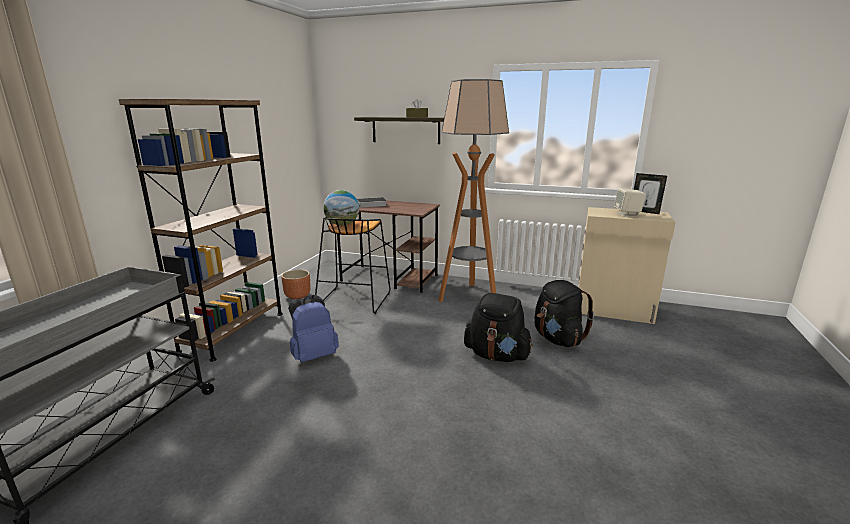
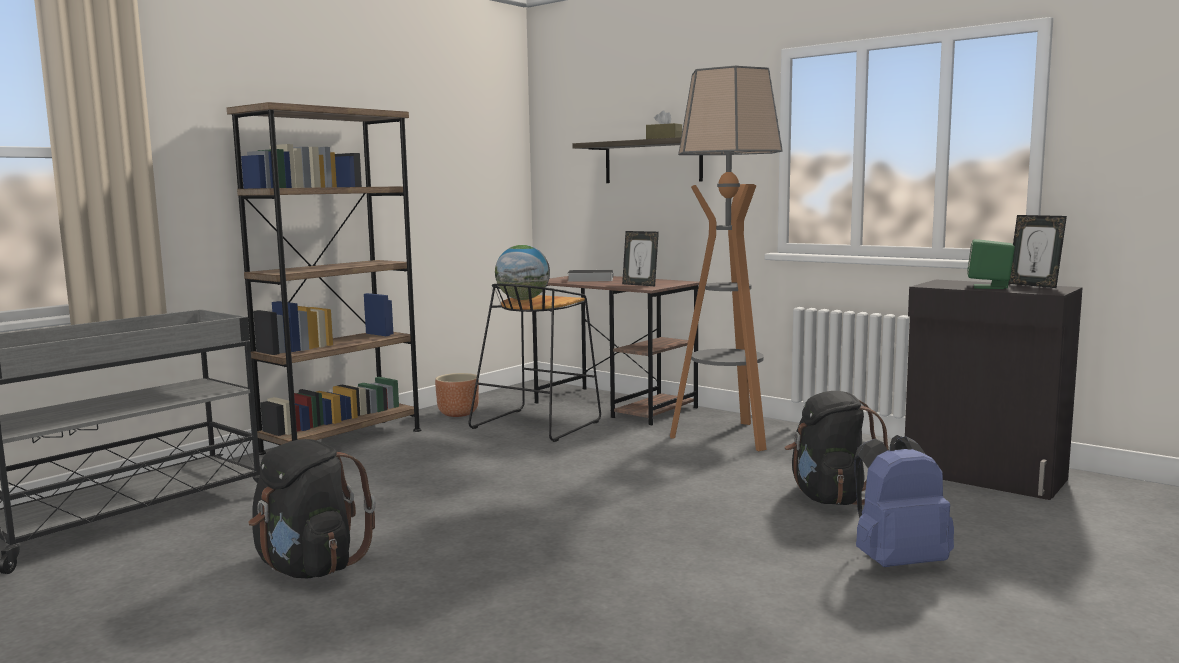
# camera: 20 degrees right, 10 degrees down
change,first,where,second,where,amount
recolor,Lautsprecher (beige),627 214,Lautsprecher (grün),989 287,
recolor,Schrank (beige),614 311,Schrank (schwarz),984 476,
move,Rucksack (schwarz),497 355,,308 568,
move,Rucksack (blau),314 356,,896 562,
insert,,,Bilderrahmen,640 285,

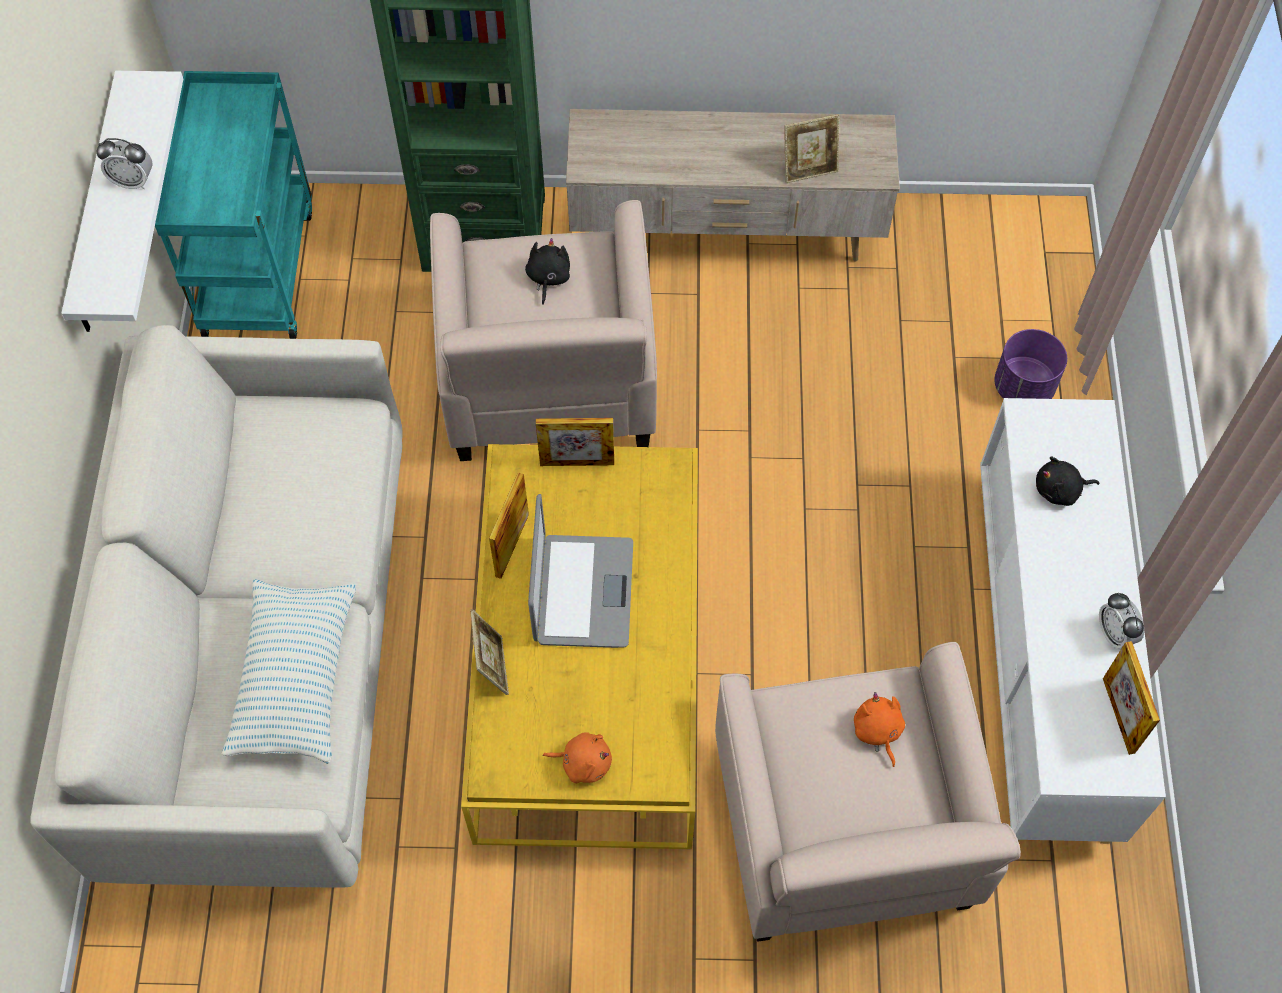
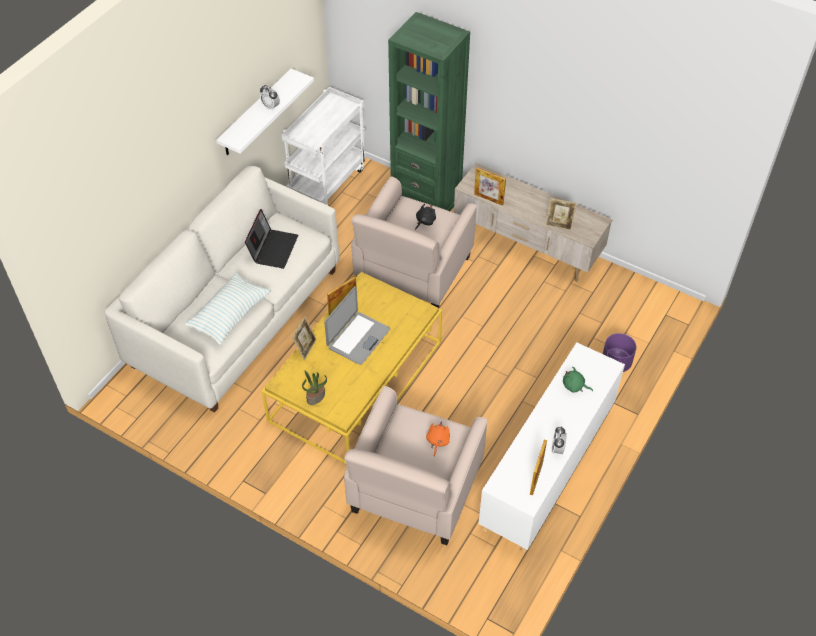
# camera: 30 degrees right, 10 degrees down
change,first,where,second,where,amount
recolor,Rollwagen (türkis),257 269,Rollwagen (weiß),327 182,
move,Bilderrahmen,577 463,,488 199,
recolor,Plüschtier (schwarz),1060 490,Plüschtier (grün),574 386,
replace,Plüschtier (orange),583 762,Topfpflanze,315 397,
insert,,,Laptop,273 248,

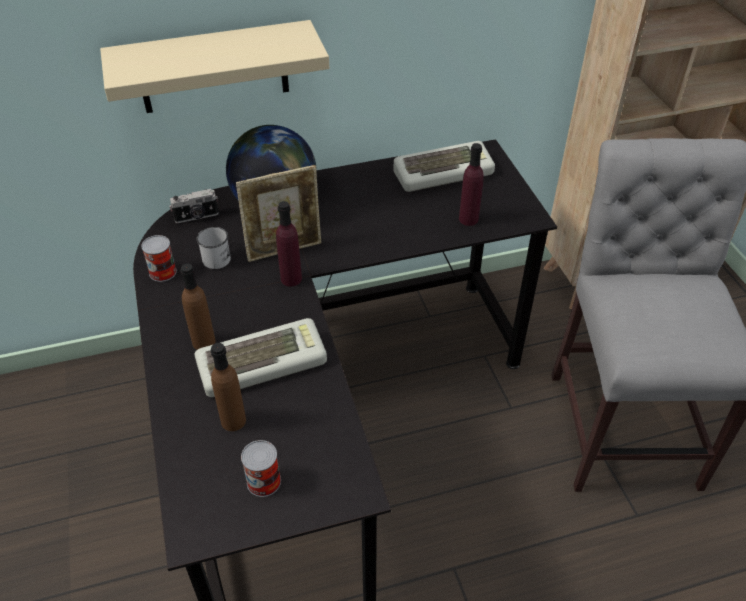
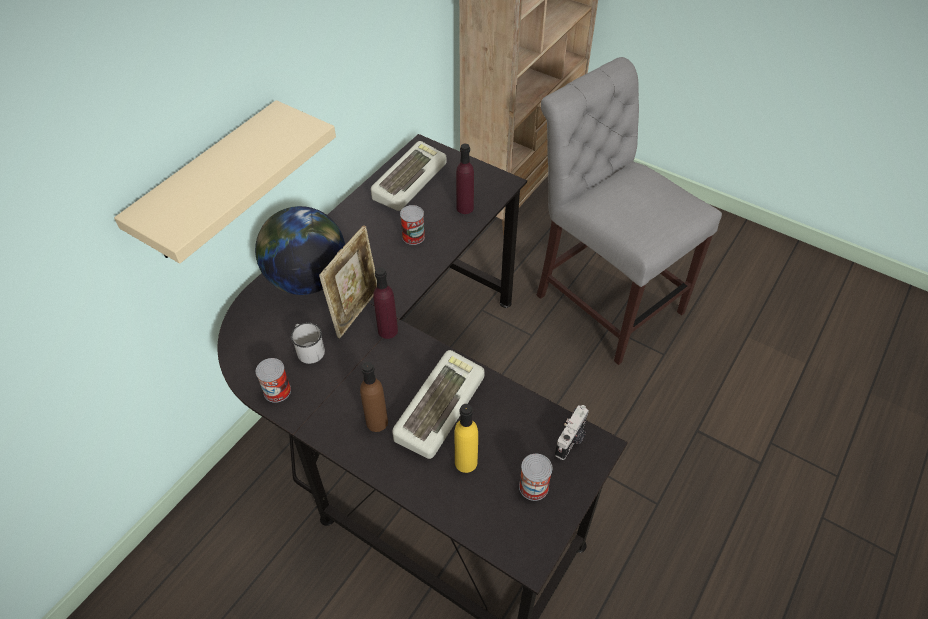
# camera: 40 degrees left, 5 degrees up
change,first,where,second,where,amount
move,Kamera,197 217,,571 440,
recolor,Flasche (braun),233 420,Flasche (gelb),466 462,
insert,,,Dose,413 236,

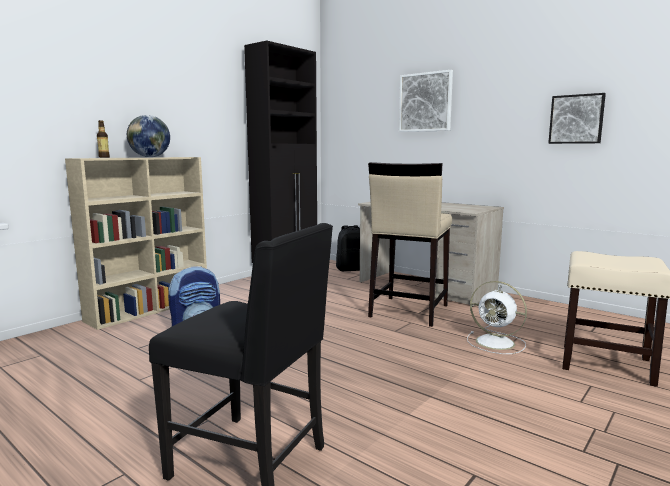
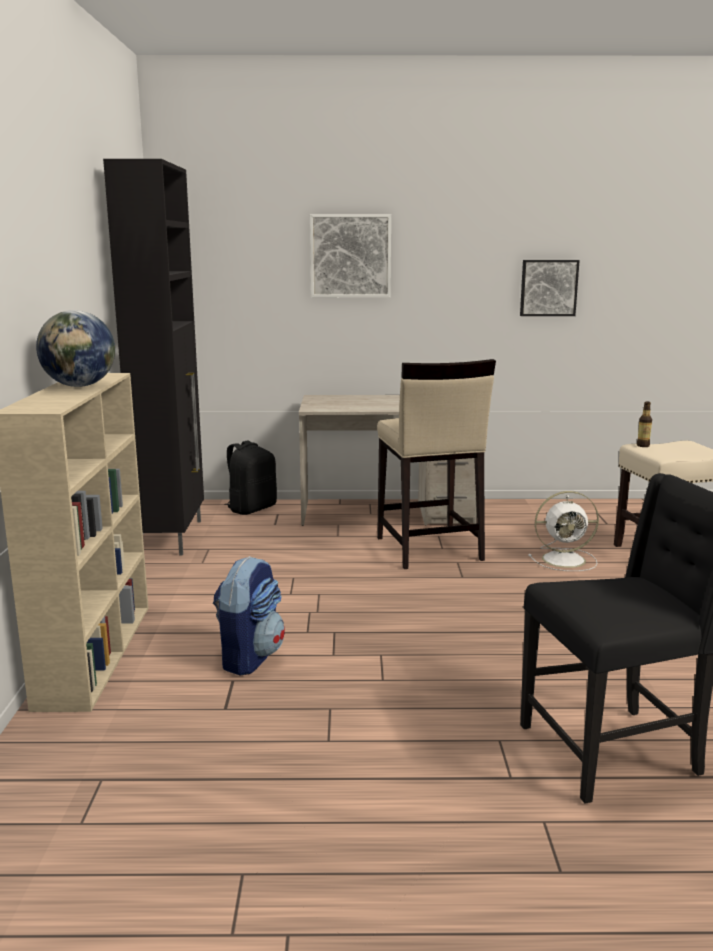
# camera: 40 degrees left, 5 degrees up
change,first,where,second,where,amount
move,Flasche,104 157,,643 446,

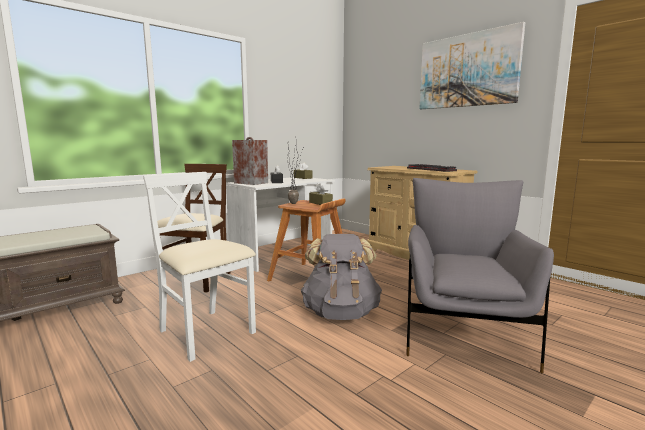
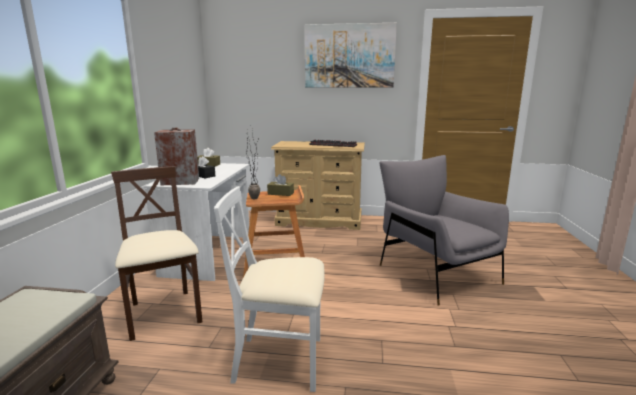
# camera: 40 degrees left, 5 degrees up
change,first,where,second,where,amount
delete,Rucksack (grau),341 313,,,

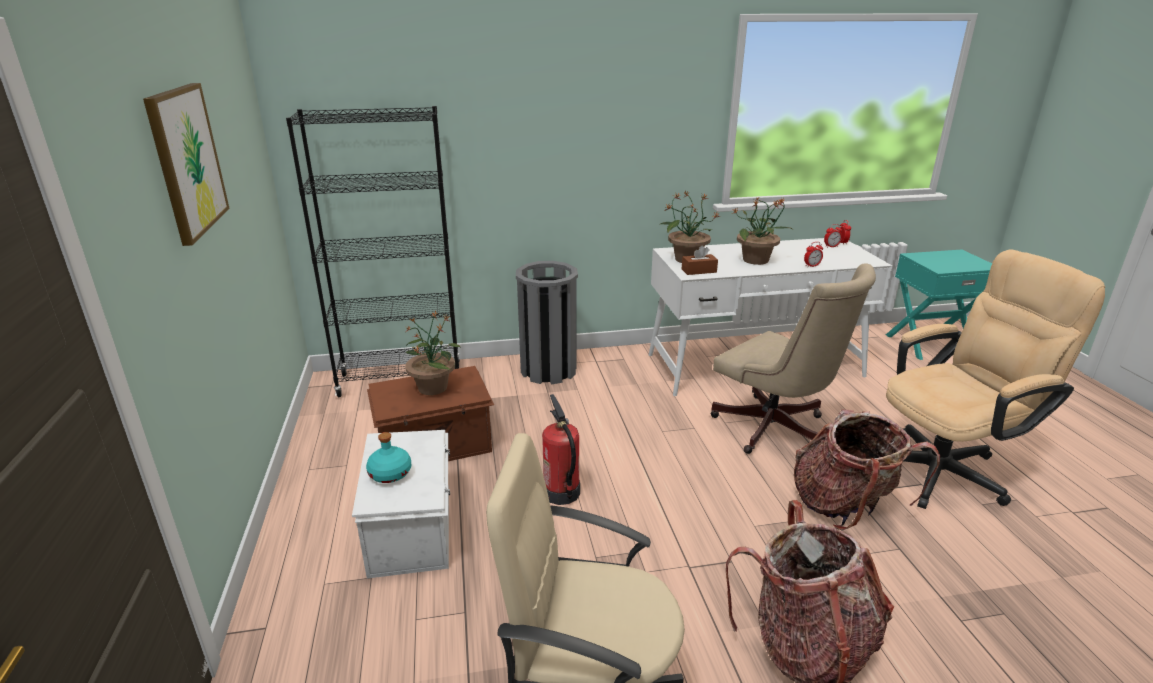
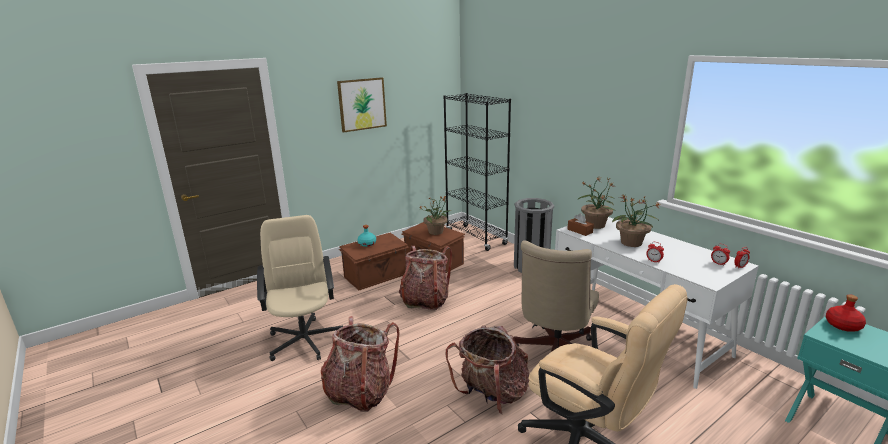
# camera: 65 degrees right, 5 degrees down
change,first,where,second,where,amount
replace,Feuerlöscher,561 493,Rucksack,425 300,
recolor,Aufbewahrungsbox (weiß),413 527,Aufbewahrungsbox (braun),377 276,
insert,,,Flasche (rot),843 325,

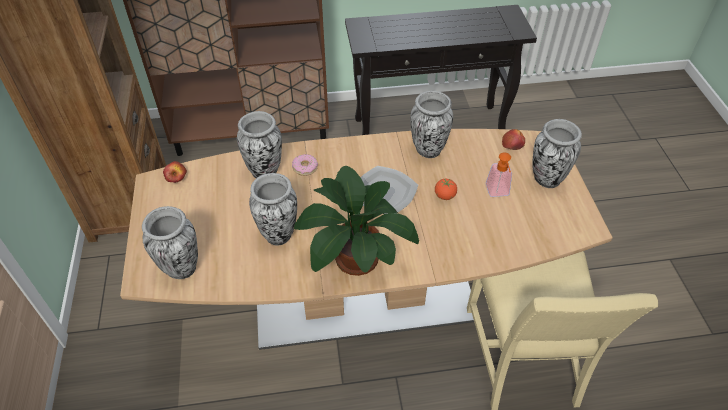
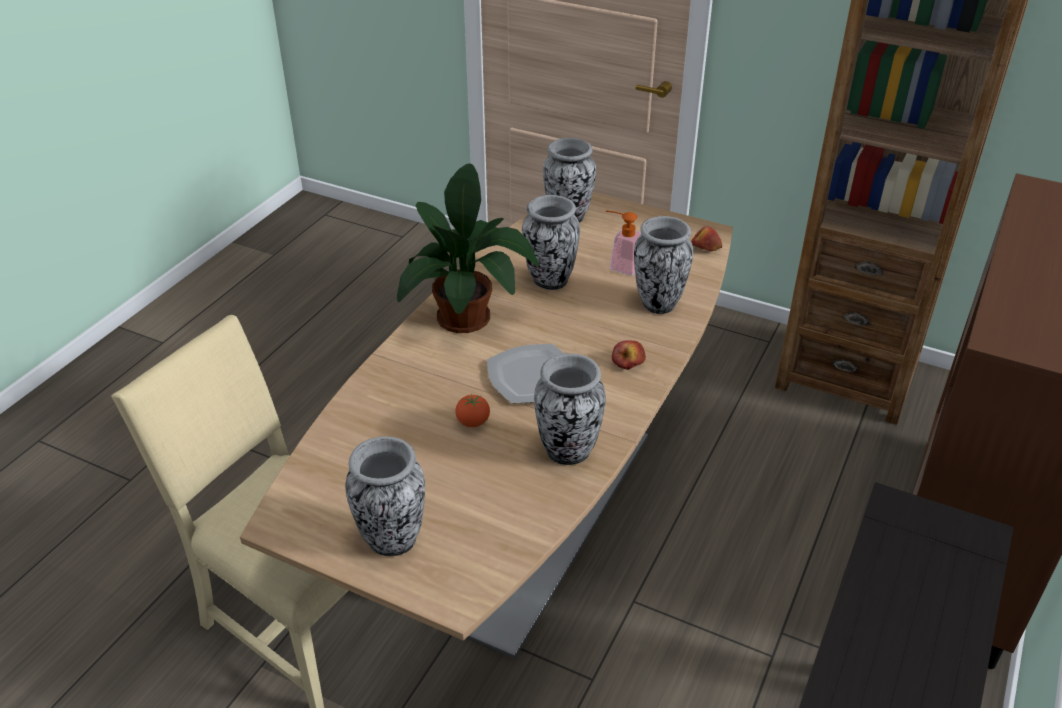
# camera: 125 degrees right, 10 degrees down
change,first,where,second,where,amount
move,Apfel,513 143,,628 362,
move,Seifenspender,498 193,,620 265,
delete,Donut,305 168,,,

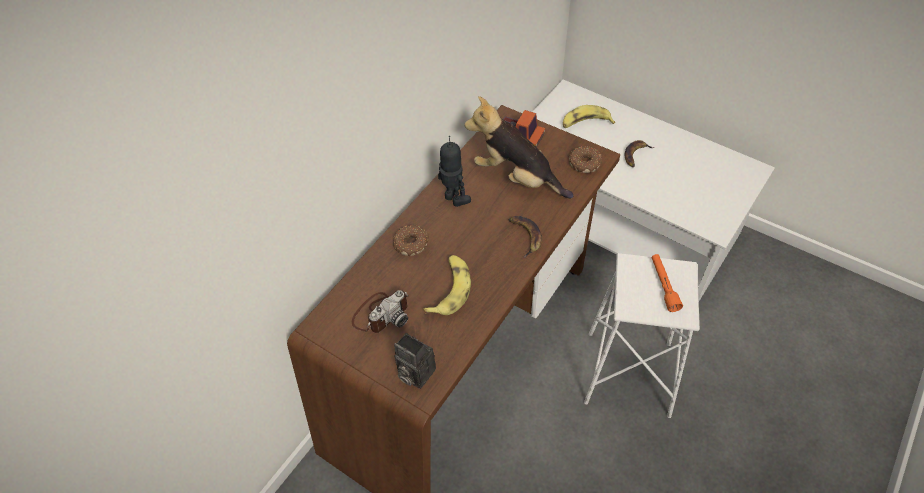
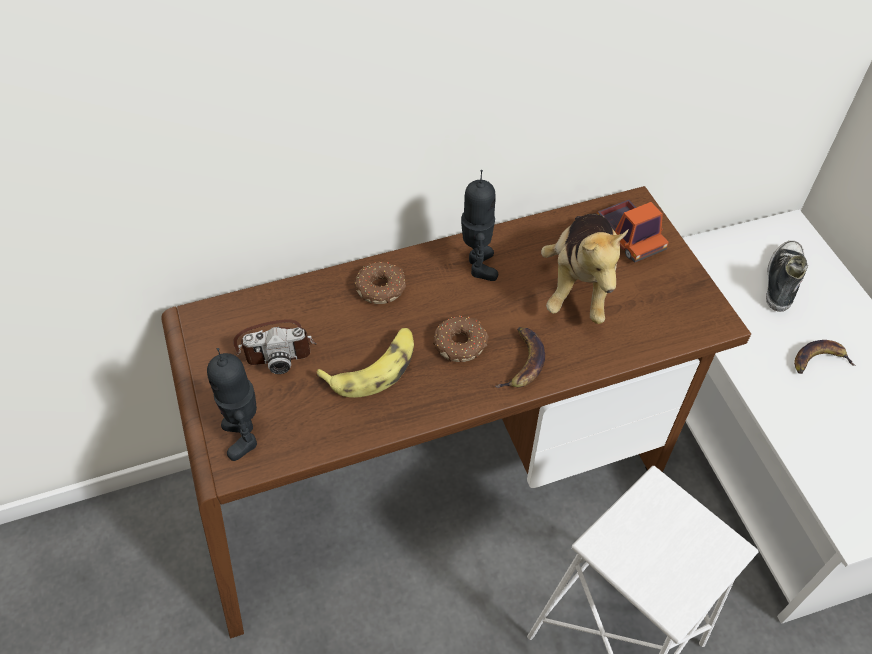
# camera: 35 degrees right, 0 degrees up
change,first,where,second,where,amount
rotate,Plüschtier,517 177,,579 284,150 degrees counterclockwise
replace,Banane,585 123,Schuh,781 280,
move,Donut,584 163,,461 343,
delete,Taschenlampe (orange),663 285,,,
replace,Kamera,414 373,Spielzeugroboter,245 436,

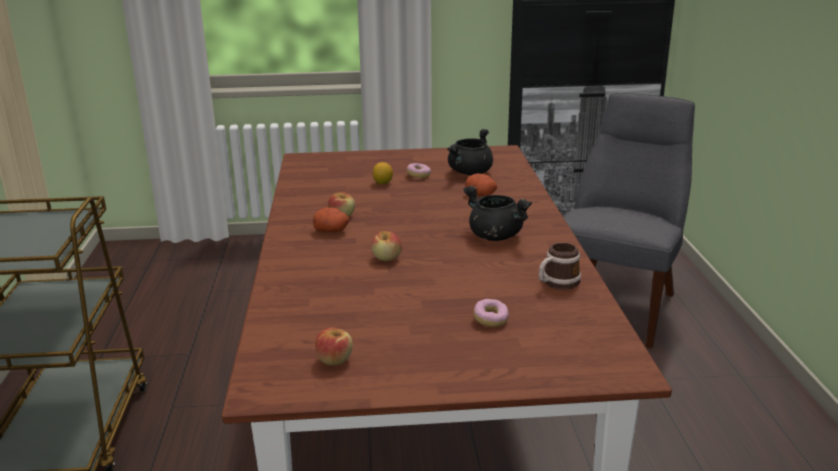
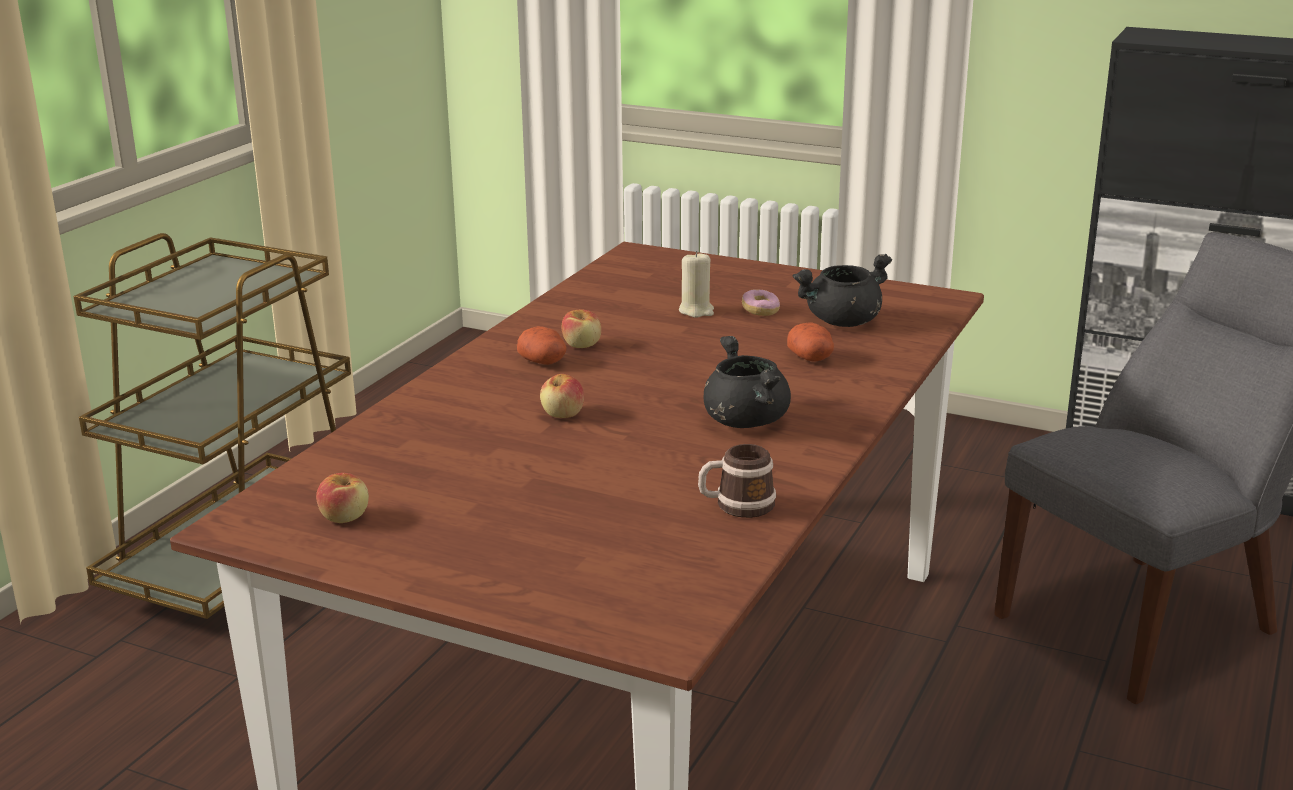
# camera: 30 degrees right, 0 degrees up
change,first,where,second,where,amount
replace,Zitrone,383 183,Kerze (beige),696 311,
delete,Donut,490 320,,,

